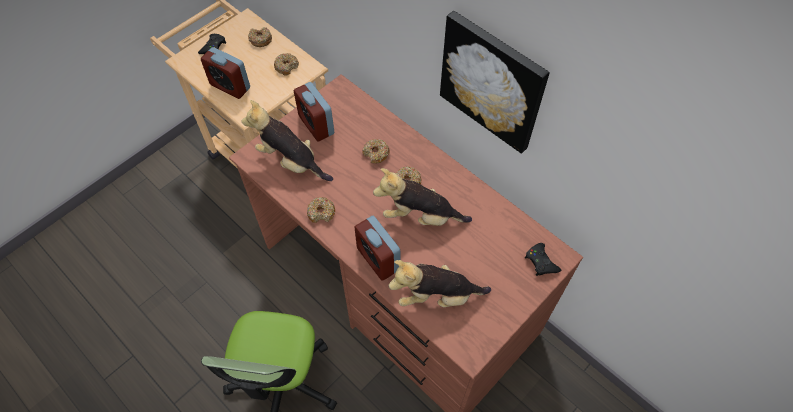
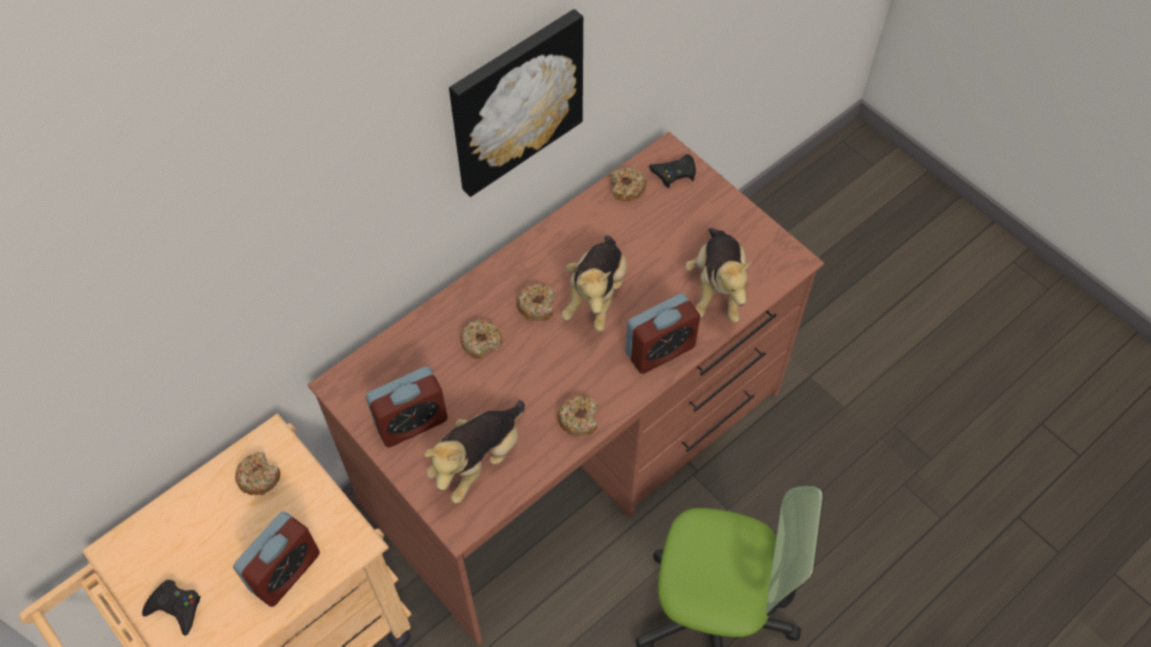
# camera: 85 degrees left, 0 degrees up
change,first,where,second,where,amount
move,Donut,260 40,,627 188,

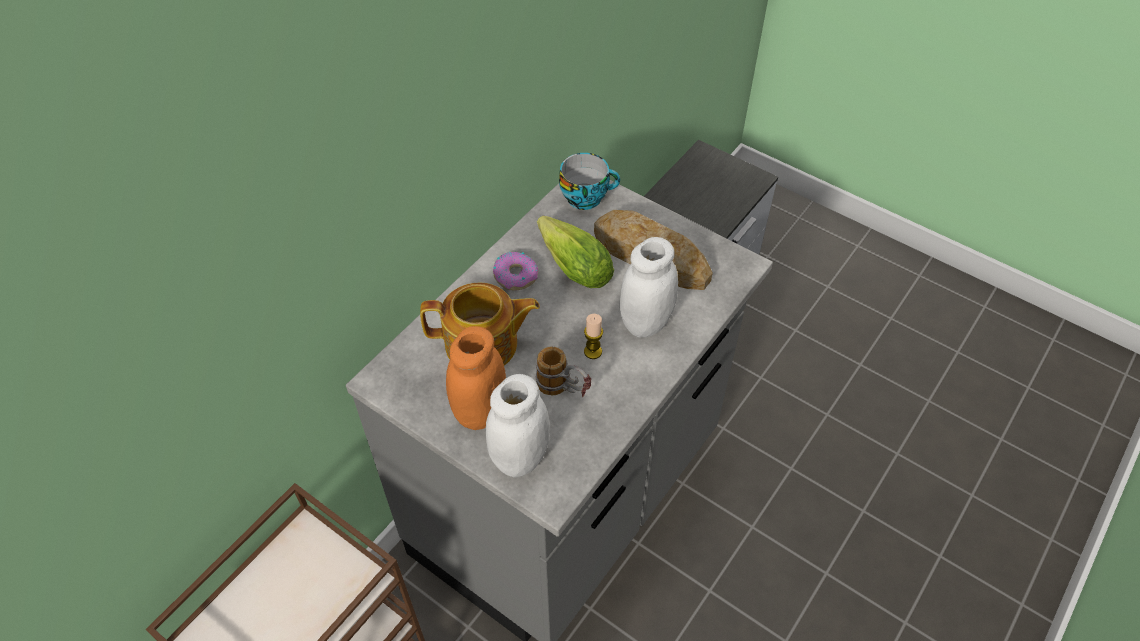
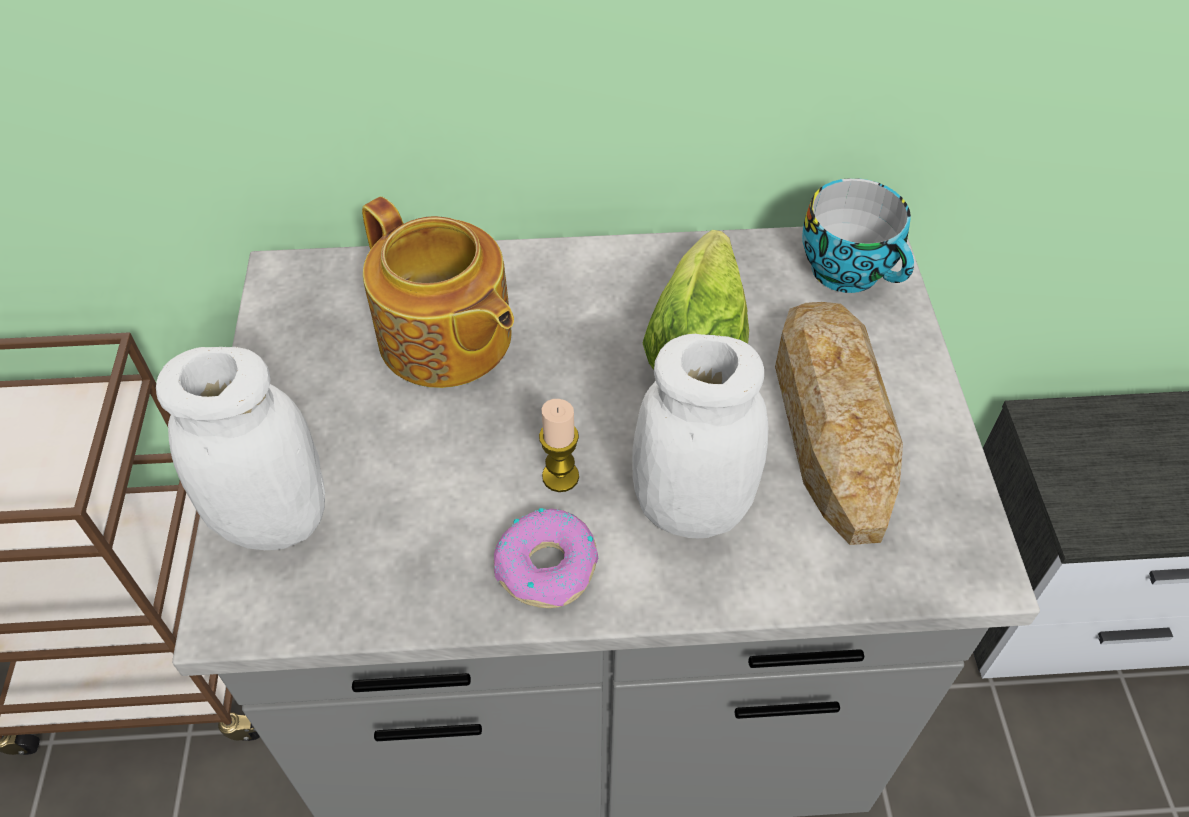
# camera: 50 degrees right, 0 degrees up
change,first,where,second,where,amount
move,Donut,515 275,,548 566,
delete,Vorratsglas (orange),480 411,,,
delete,Henkelbecher,564 390,,,

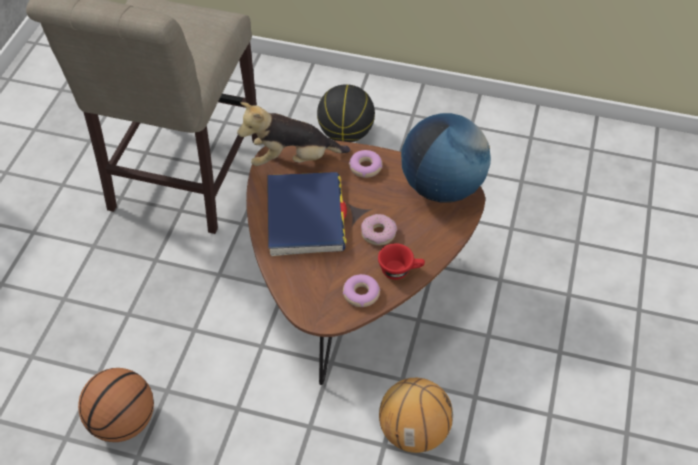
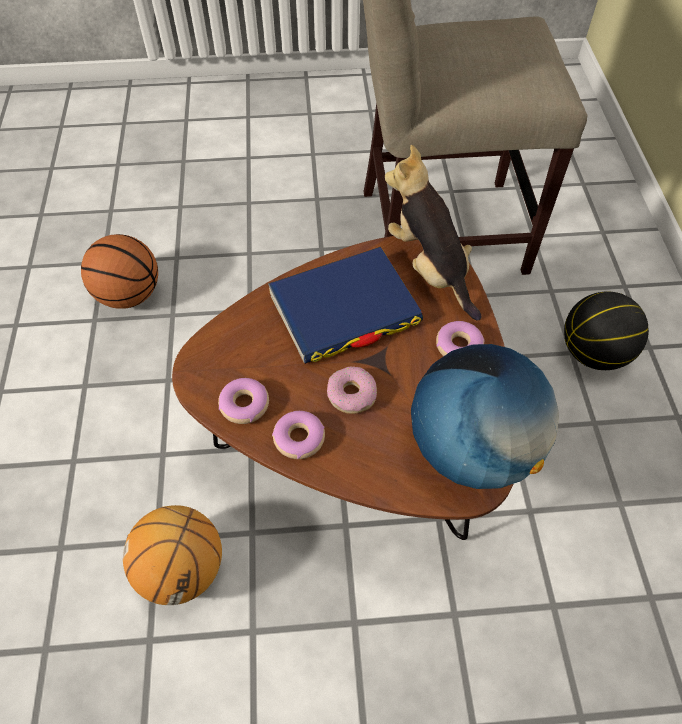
# camera: 70 degrees right, 5 degrees up
change,first,where,second,where,amount
replace,Tasse (rot),400 270,Donut,299 438,

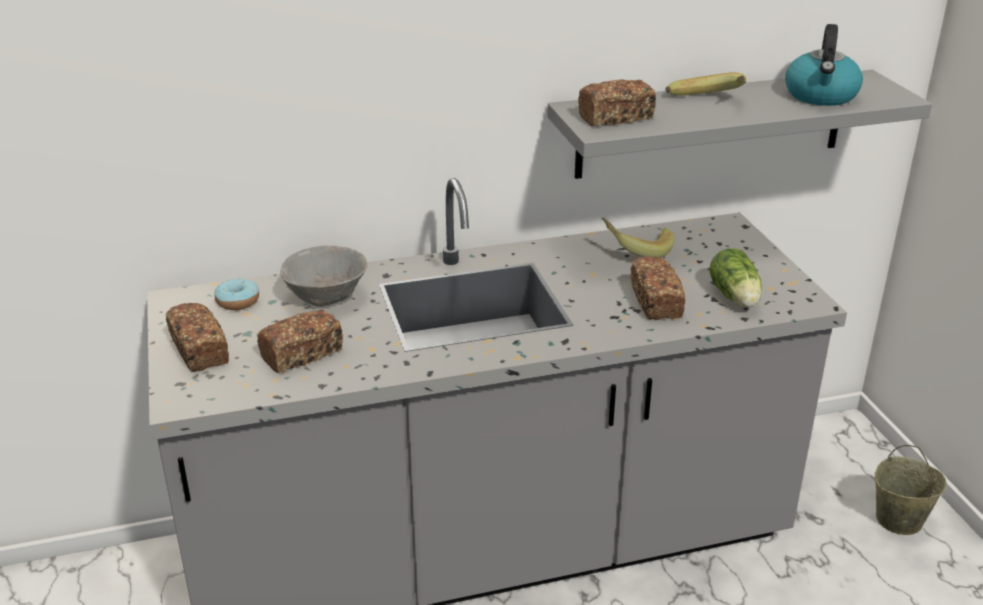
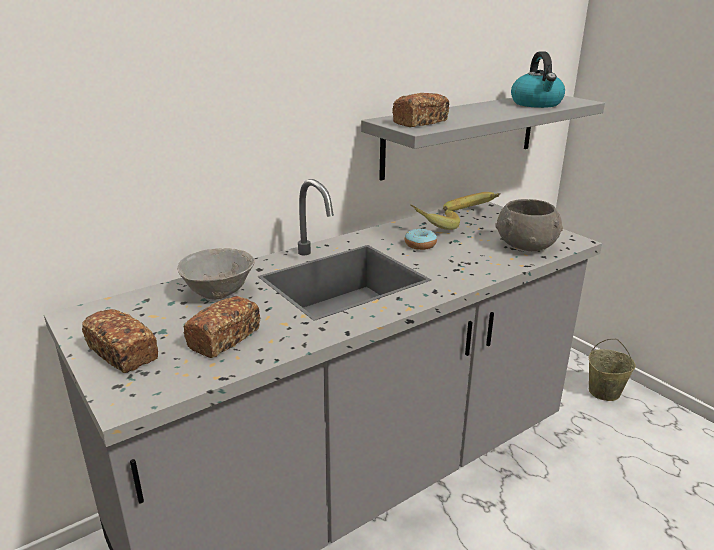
# camera: 20 degrees left, 5 degrees down
change,first,where,second,where,amount
move,Banane,707 103,,472 214,
replace,Salatkopf,735 298,Schüssel (grau),526 245,
delete,Brot,656 302,,,
move,Donut,238 301,,420 245,

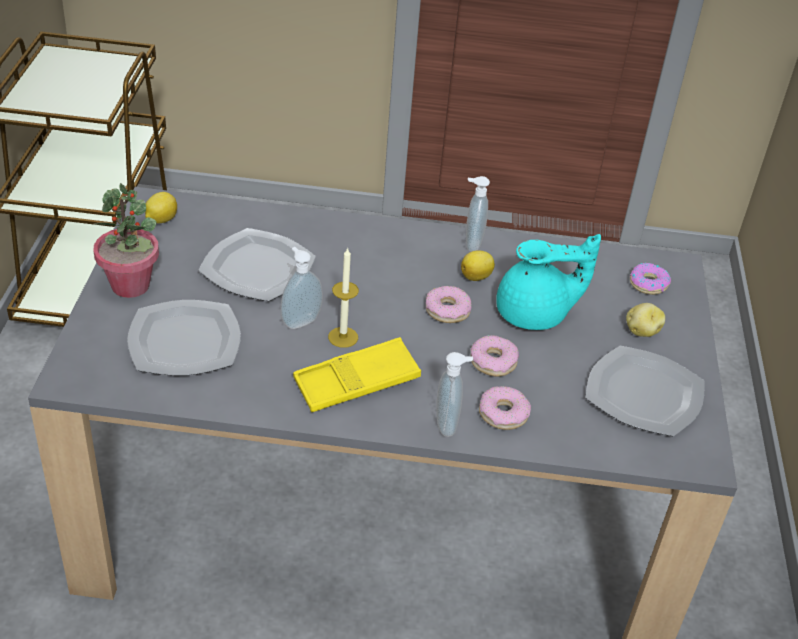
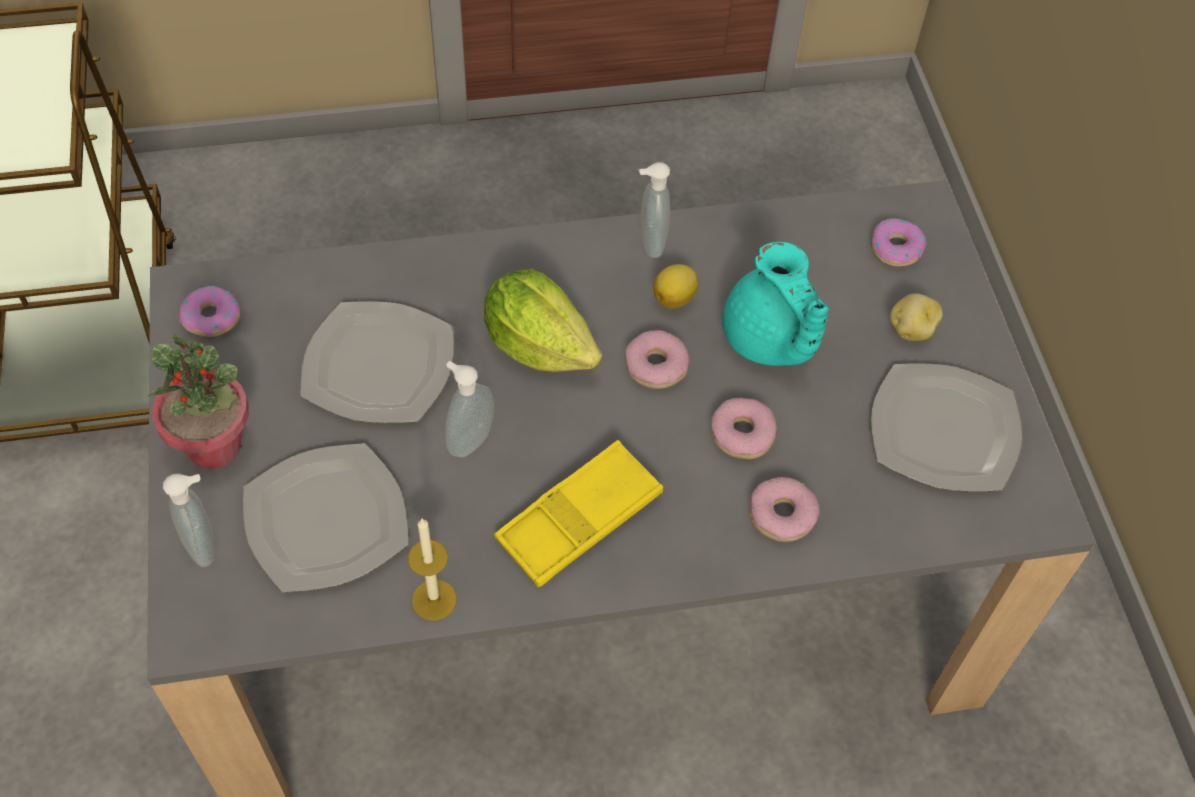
# camera: 15 degrees left, 15 degrees up
change,first,where,second,where,amount
replace,Zitrone,161 220,Donut,211 317,
rotate,Teekanne (türkis),535 314,,770 340,90 degrees clockwise
move,Kerze,343 337,,434 600,
move,Seifenspender,448 425,,205 545,
insert,,,Salatkopf,538 345,

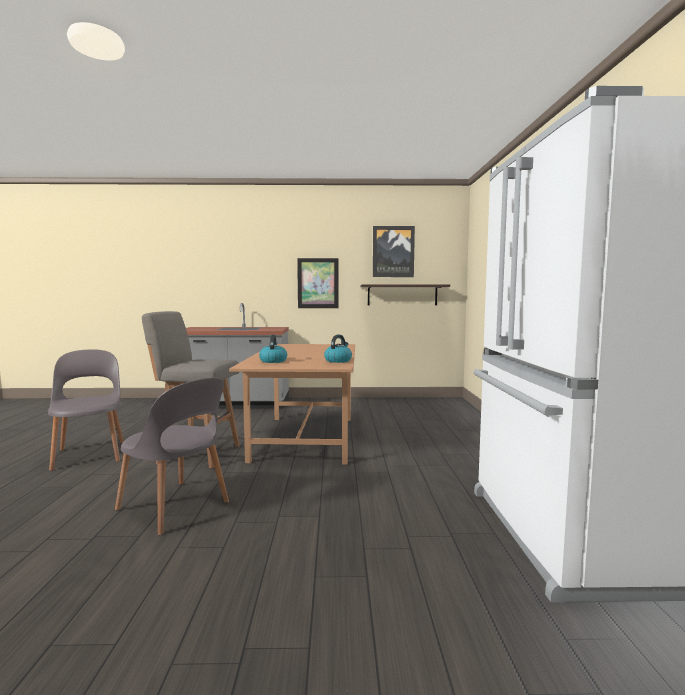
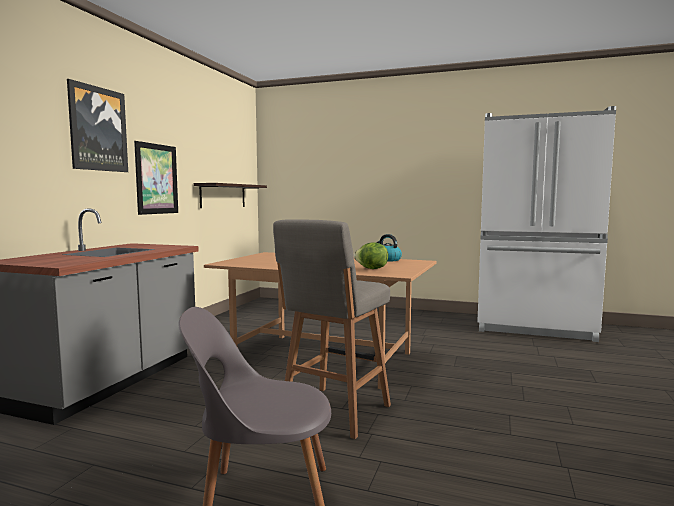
# camera: 70 degrees left, 0 degrees up
change,first,where,second,where,amount
move,Bild,393 251,,98 129,
replace,Wasserkessel,273 361,Salatkopf,371 269,
delete,Stuhl (grau),175 507,,,

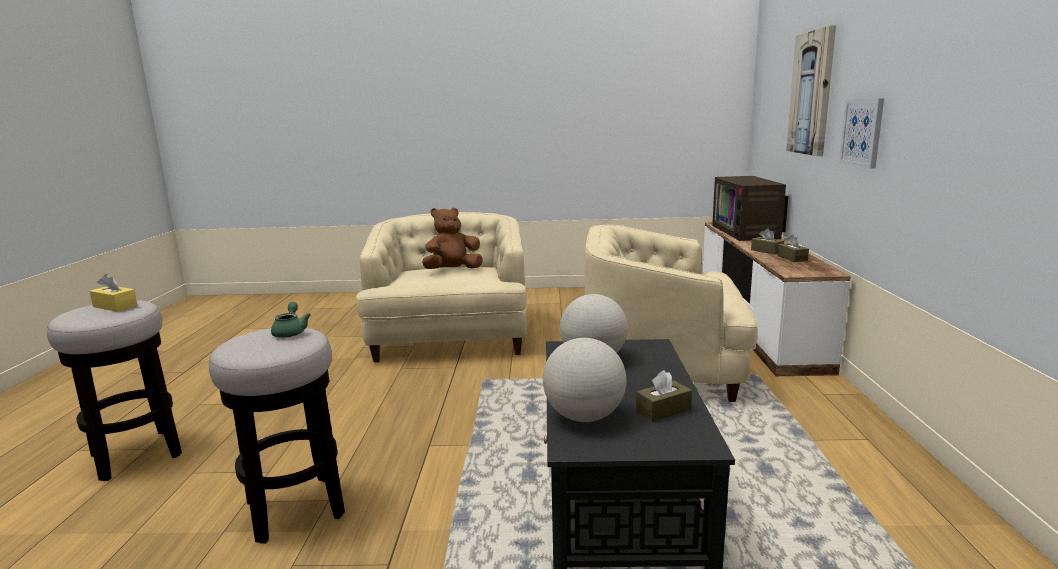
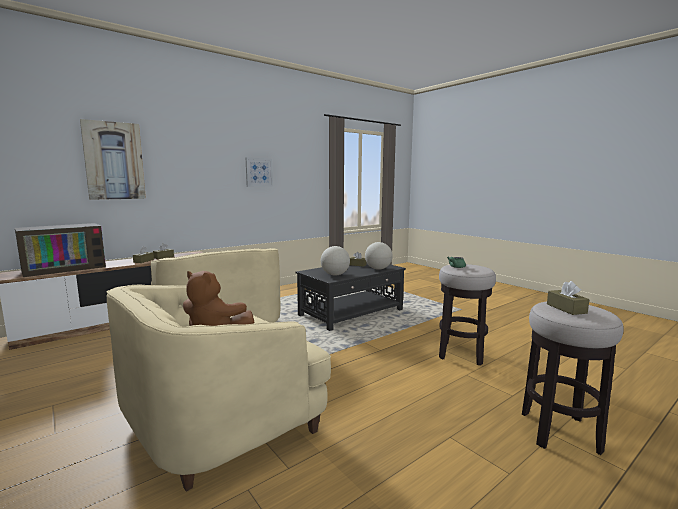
# camera: 130 degrees left, 5 degrees down
change,first,where,second,where,amount
move,Bild,862 132,,259 172,
recolor,Taschentuchbox (gelb),115 306,Taschentuchbox (braun),566 308,

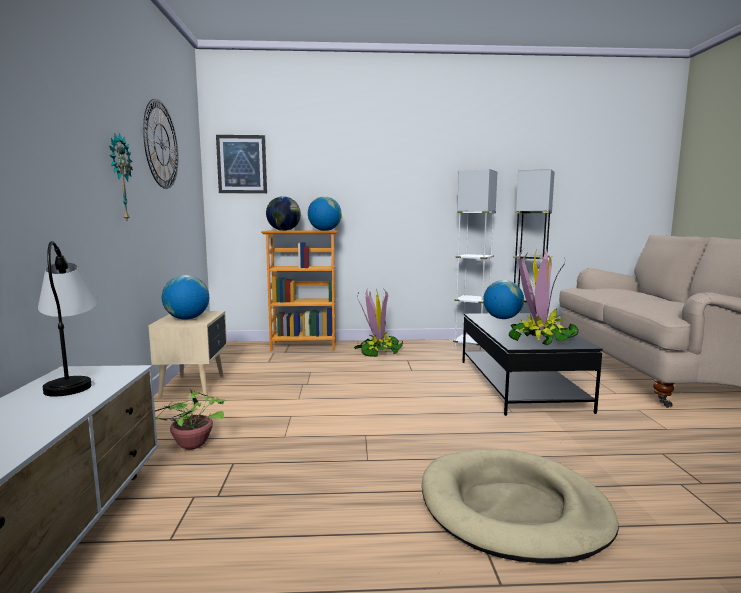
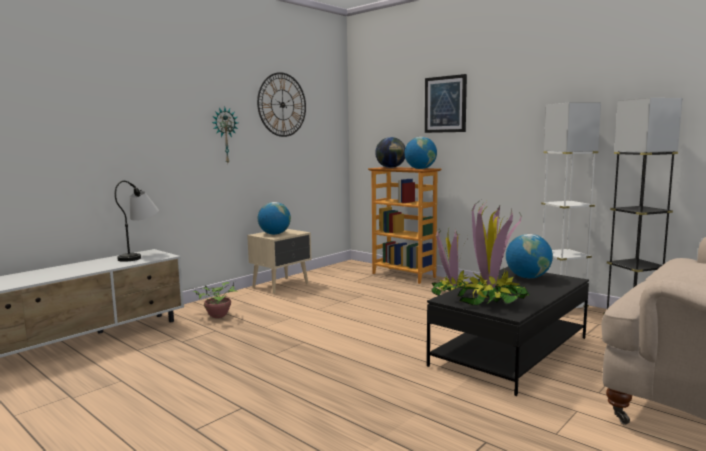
# camera: 45 degrees right, 0 degrees up
change,first,where,second,where,amount
move,Bild,242 164,,445 104,
delete,Hundebett (beige),513 509,,,

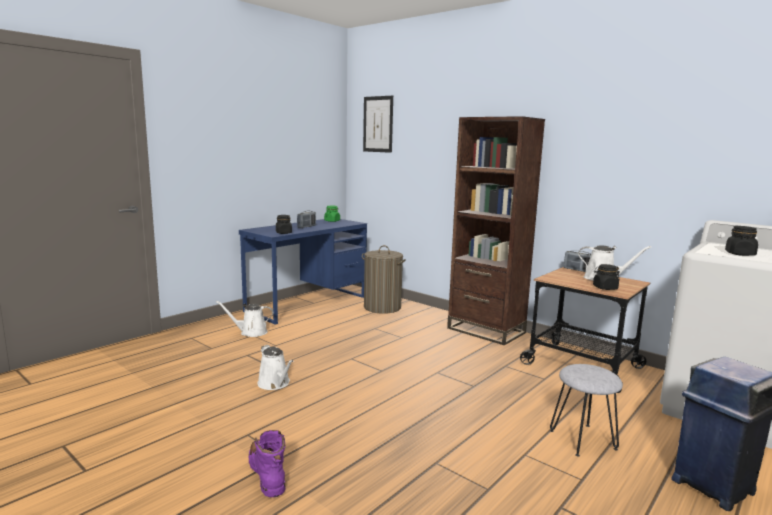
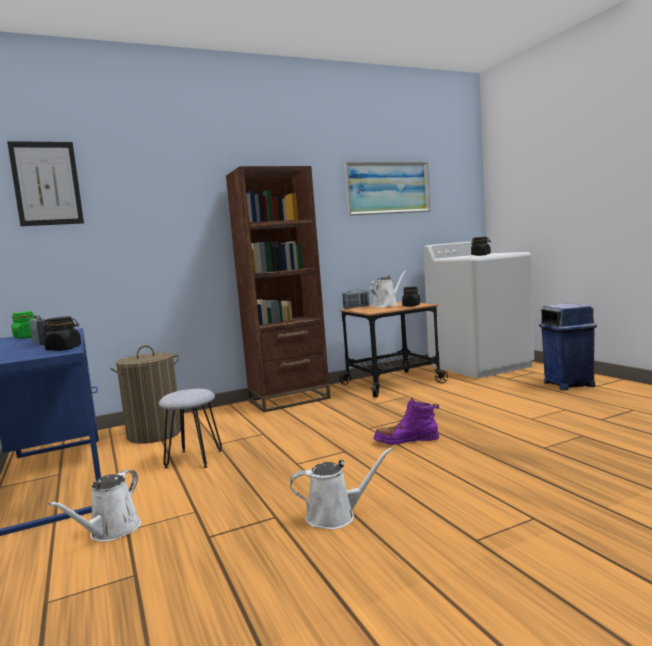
# camera: 65 degrees left, 5 degrees down
change,first,where,second,where,amount
move,Hocker (grau),583 440,,194 459,
move,Stiefel (lila),267 473,,406 440,
insert,,,Bild,387 188,

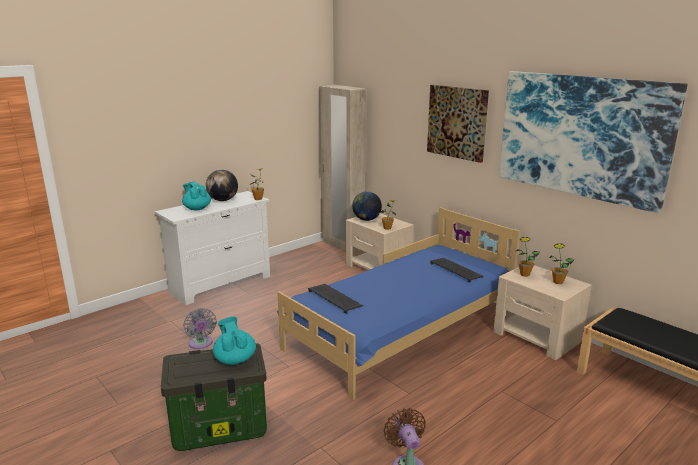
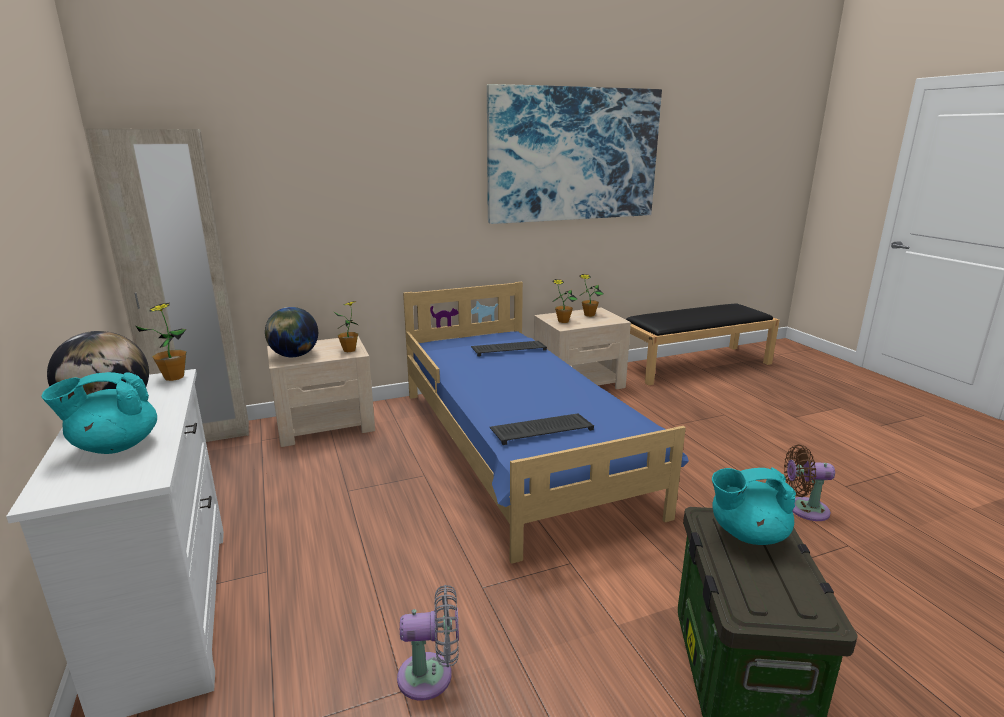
# camera: 70 degrees left, 0 degrees up
change,first,where,second,where,amount
delete,Bild,457 122,,,

